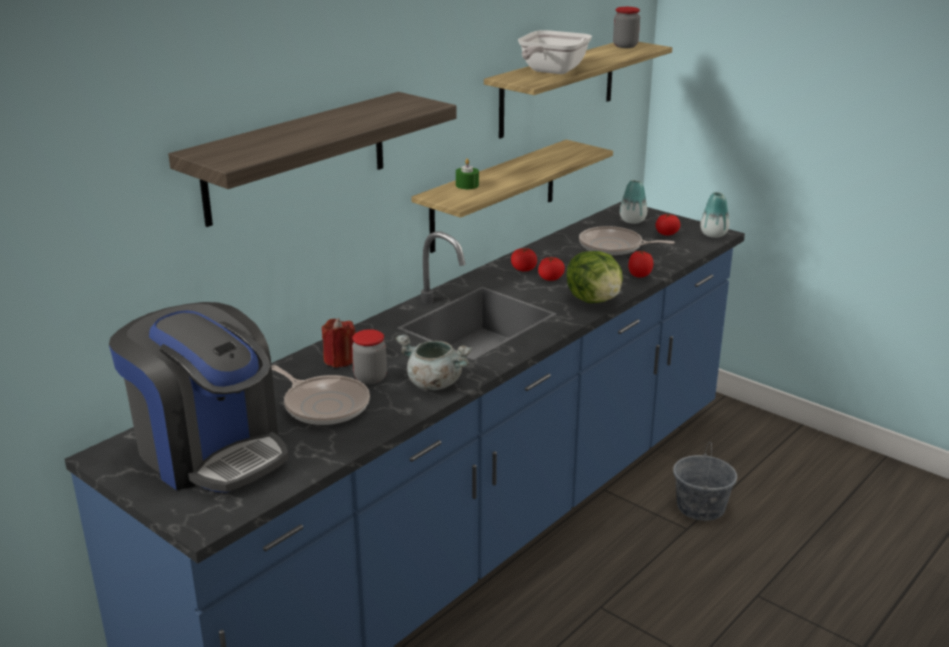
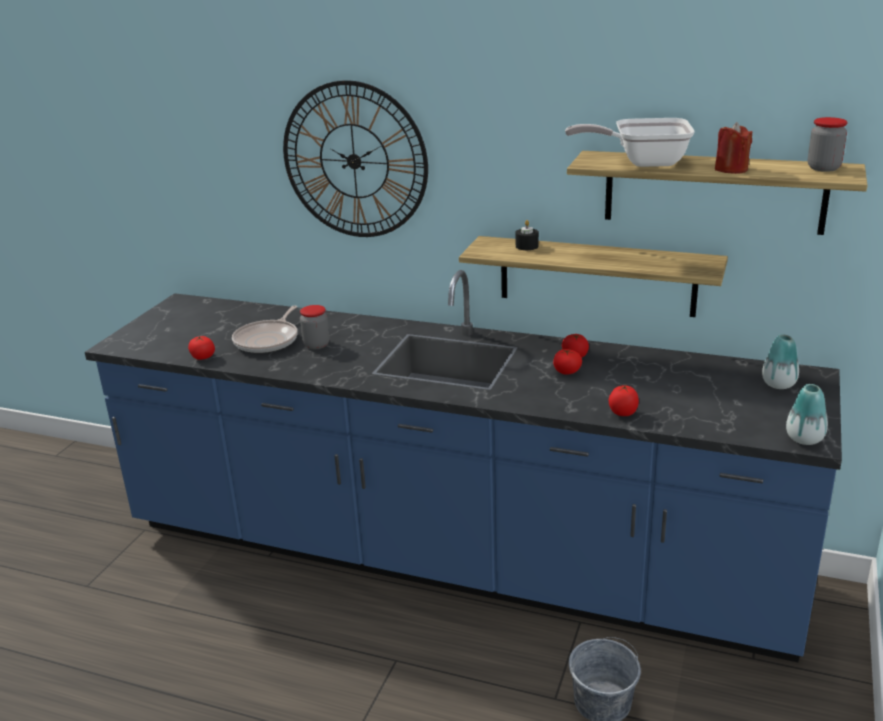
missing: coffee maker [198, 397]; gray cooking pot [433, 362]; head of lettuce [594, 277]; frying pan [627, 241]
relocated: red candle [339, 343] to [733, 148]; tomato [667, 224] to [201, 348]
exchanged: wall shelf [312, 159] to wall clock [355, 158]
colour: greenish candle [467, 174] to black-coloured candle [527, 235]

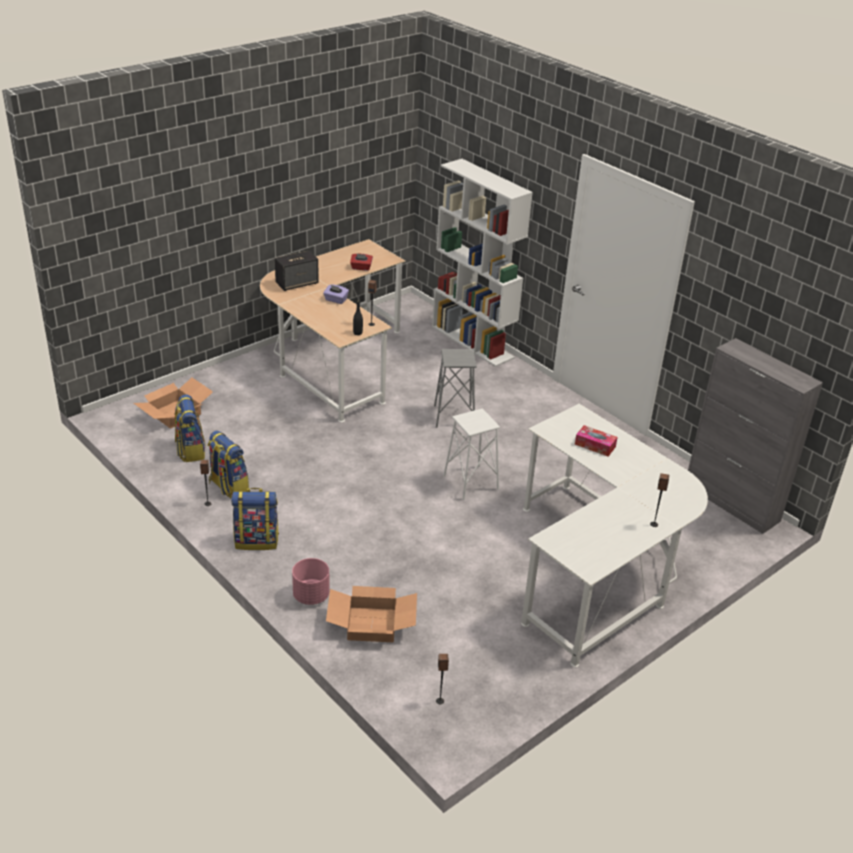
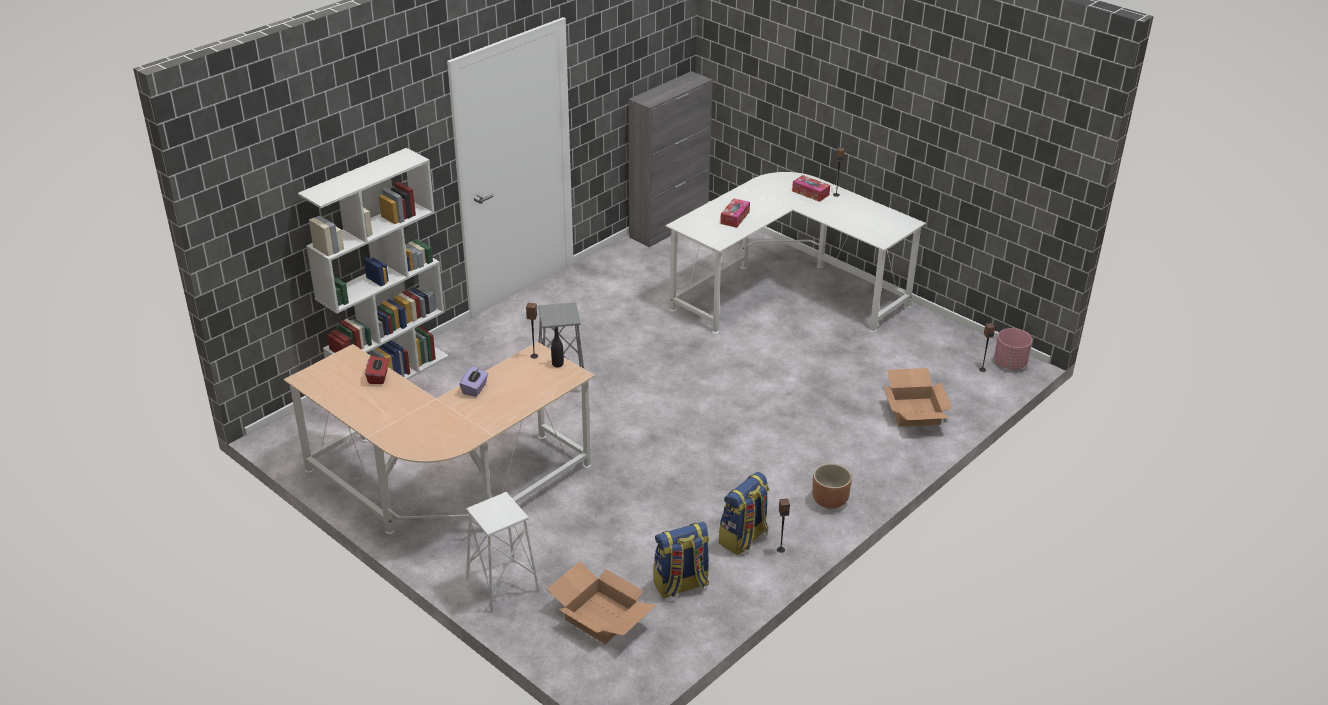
missing: loudspeaker [297, 271]
appeared: box of tissues [811, 188]
relocated: pink-coloured planter [311, 581] to [1013, 348]; white stool seat [471, 454] to [503, 552]
exchanged: rucksack [255, 519] to brown planter [832, 486]

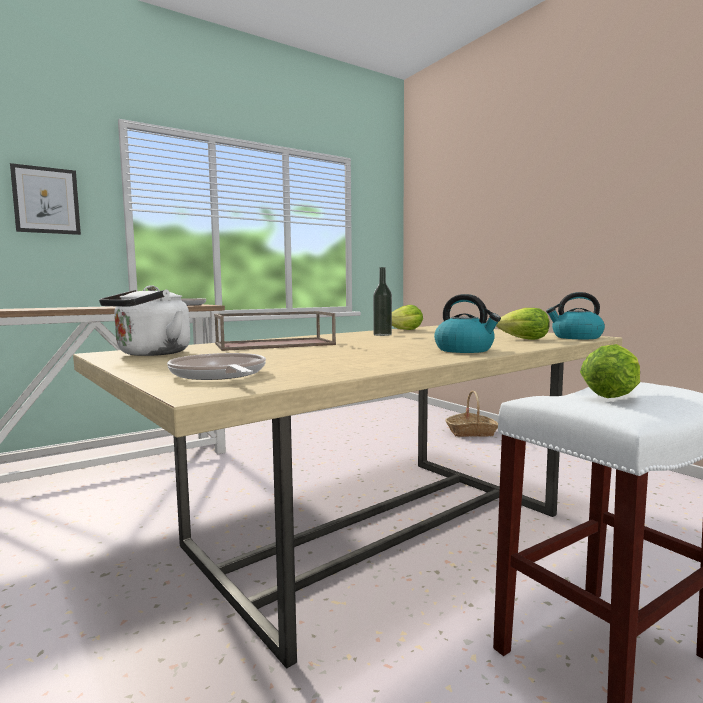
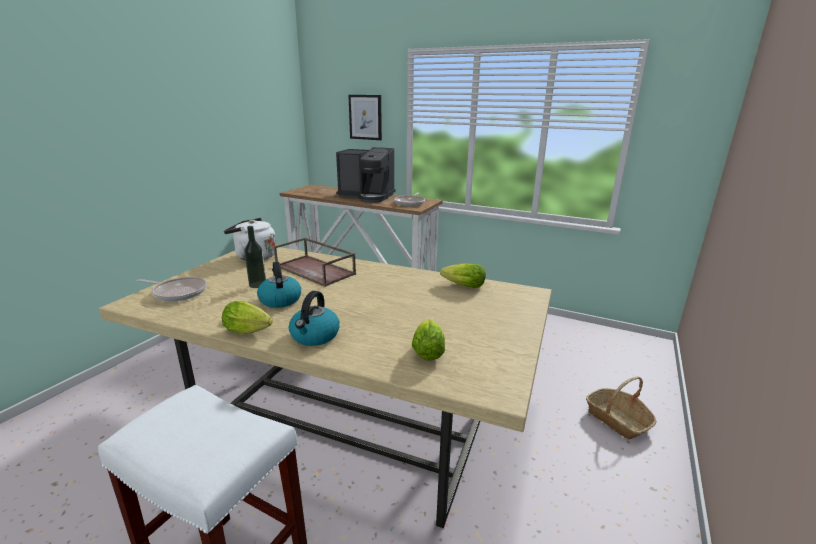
appeared: coffee maker [365, 175]
relocated: bottle [382, 301] to [255, 257]; tea kettle [575, 315] to [279, 284]; head of lettuce [610, 371] to [247, 317]
spun: frying pan [216, 366] = [172, 289] 75 degrees clockwise

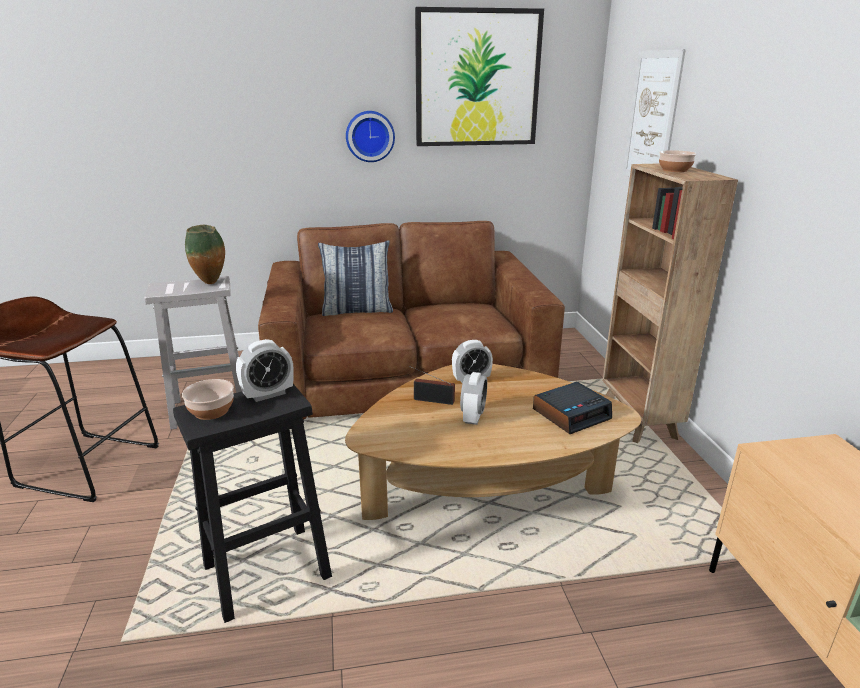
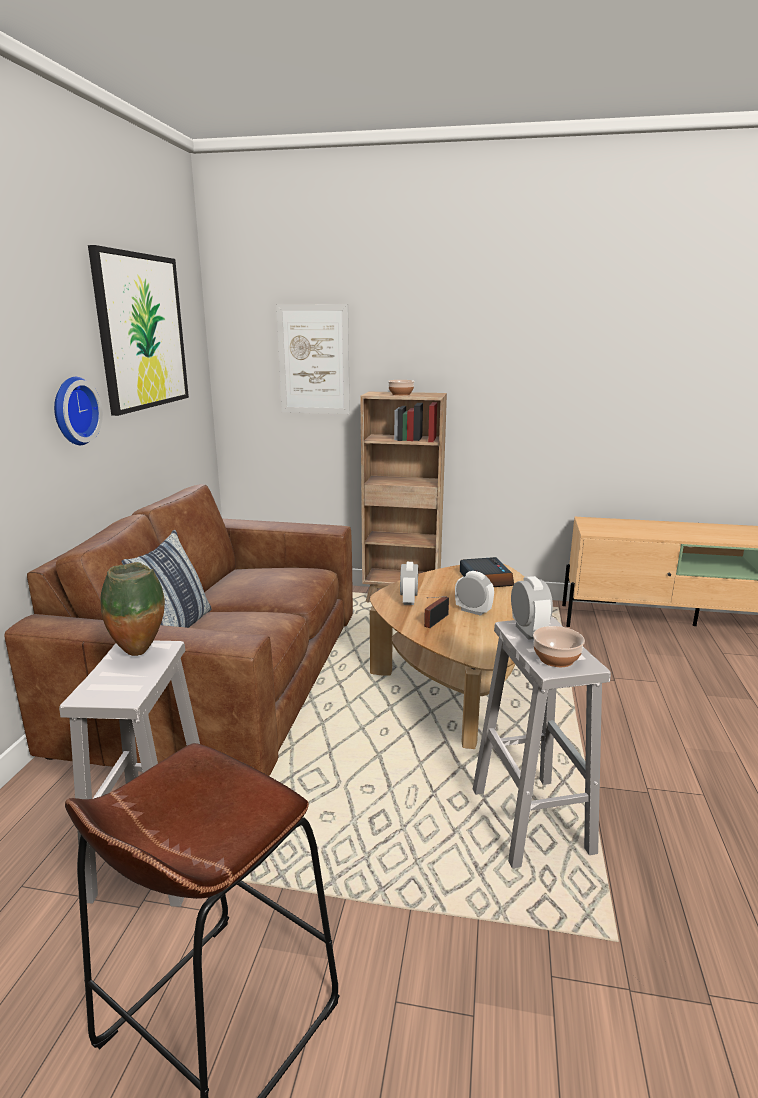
colour: black-coloured stool seat [252, 503] to white stool seat [542, 743]

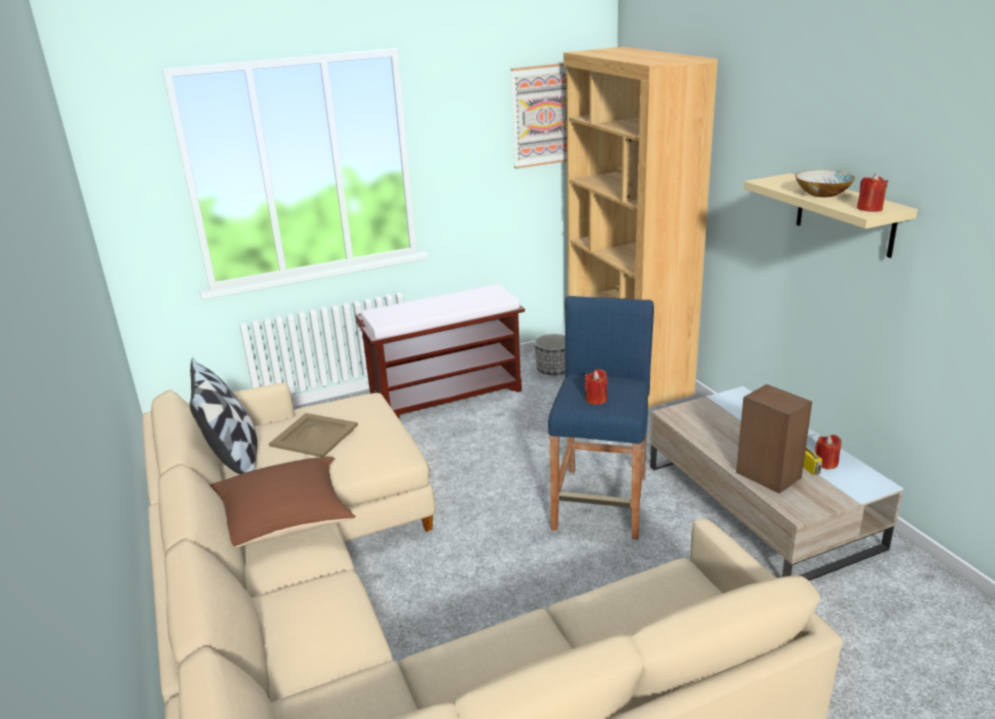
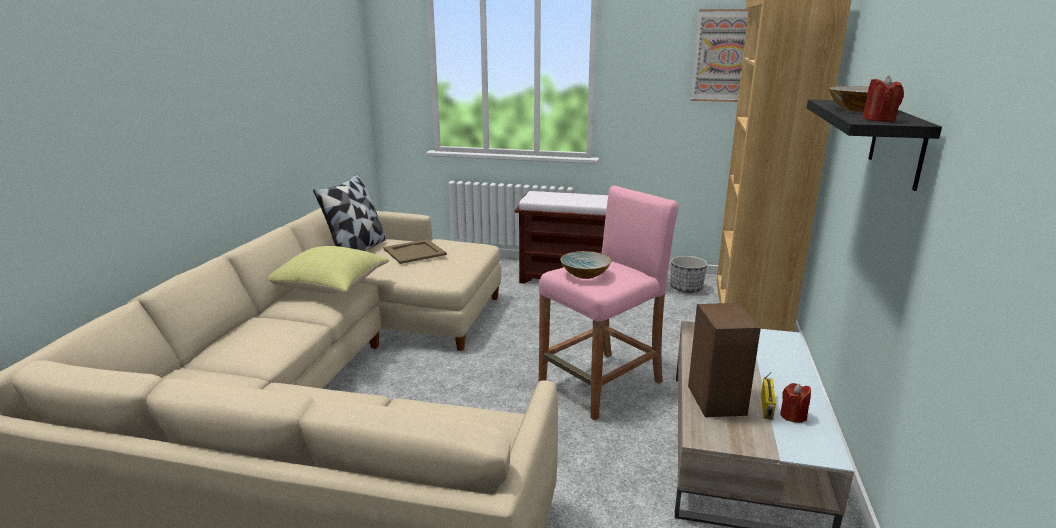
exchanged: red candle [596, 387] to serving bowl [586, 265]
colour: brown pillow [282, 502] to yellowish pillow [328, 269]; blue stool seat [601, 418] to pink-coloured stool seat [608, 303]; beige-coloured wall shelf [831, 215] to black-coloured wall shelf [874, 145]

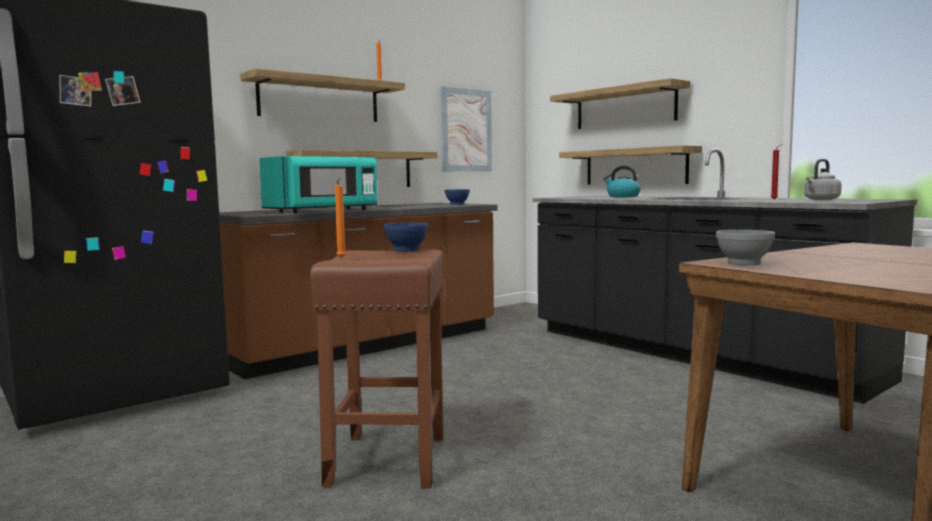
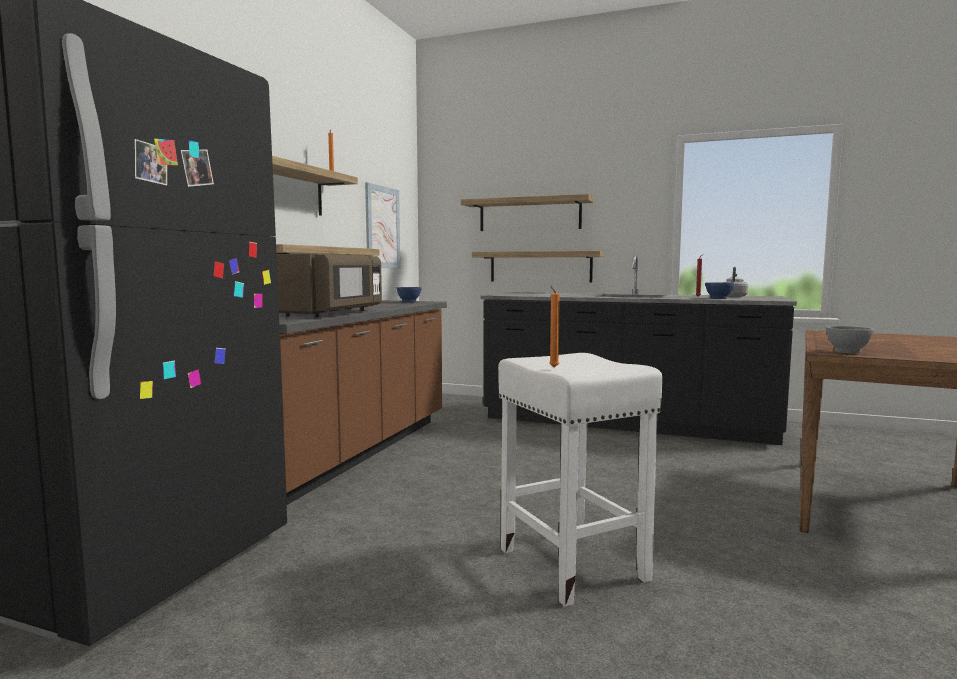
missing: tea kettle [622, 181]
relocated: blue serving bowl [406, 237] to [719, 290]
colour: turquoise-coloured microwave oven [318, 184] to brown microwave oven [329, 286]; brown stool seat [376, 369] to white stool seat [580, 480]

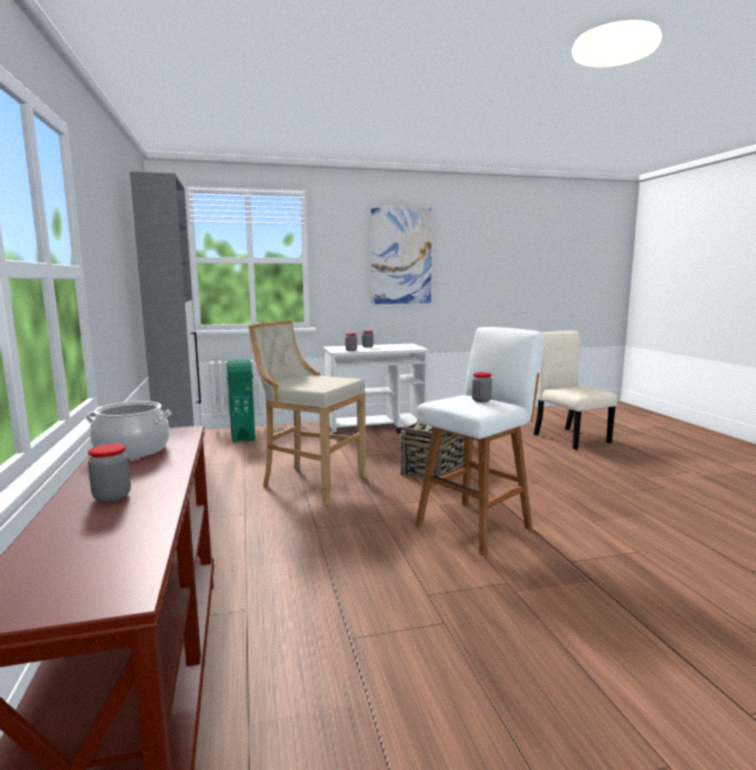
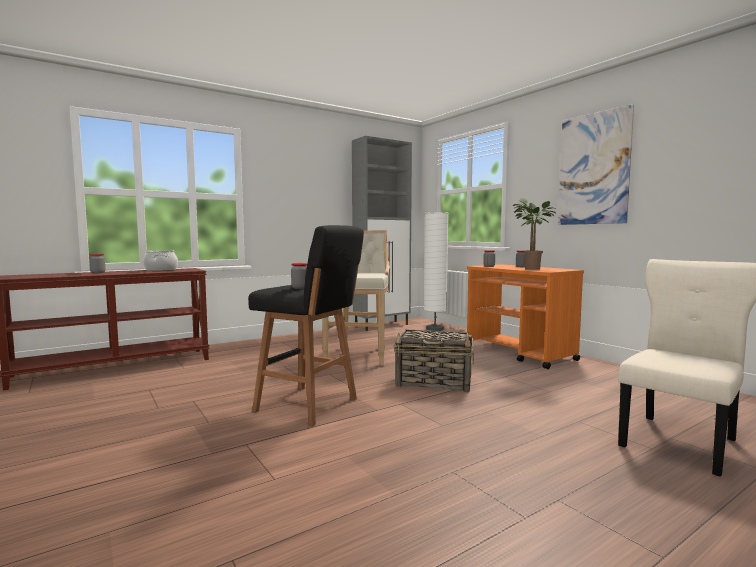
appeared: houseplant [534, 234]
exchanged: greenish trash can [240, 400] to white floor lamp [436, 271]
colour: white cart [376, 389] to orange cart [525, 316]; white stool seat [480, 441] to black-coloured stool seat [306, 326]

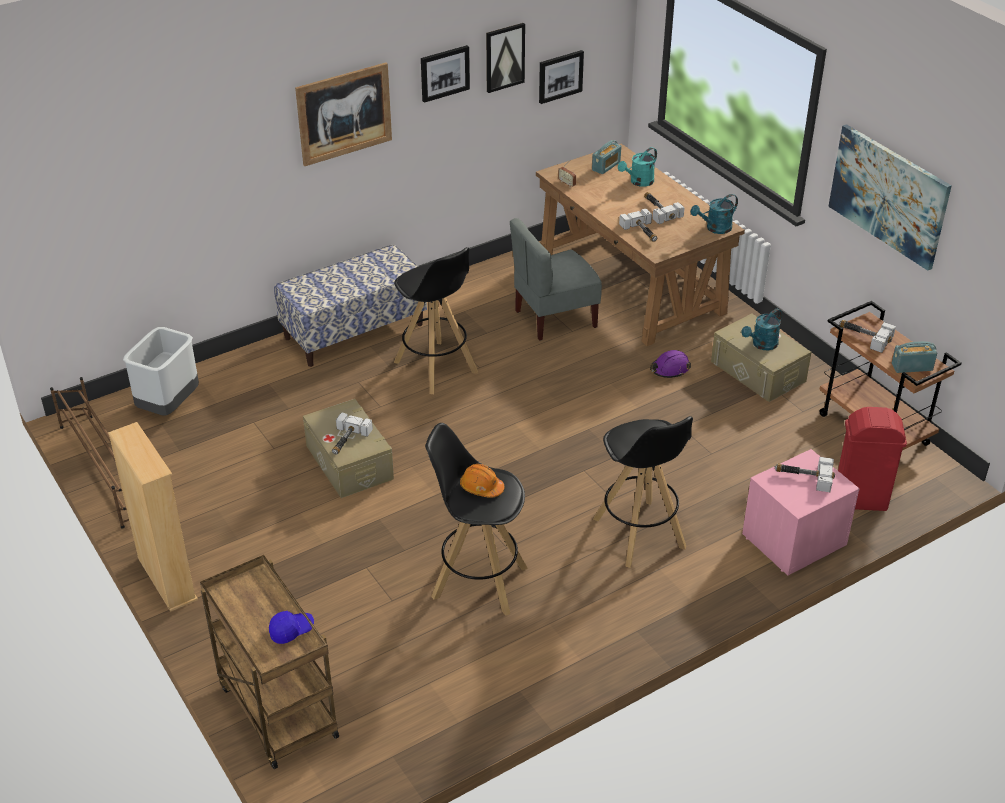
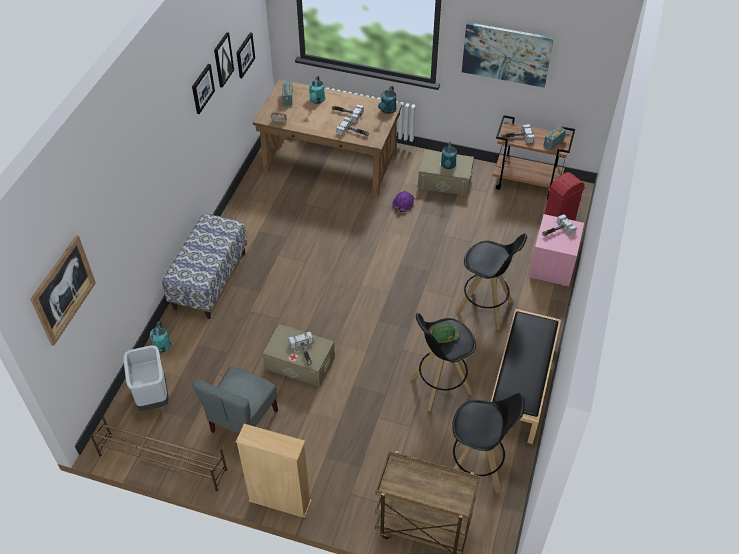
missing: blue peaked cap [291, 627]
appeared: turquoise-coloured sprinkling can [160, 337]; black-coloured bench [526, 376]
relocated: wall art [343, 114] to [63, 290]; black-coloured stool seat [436, 320] to [488, 443]; gray upright chair [556, 279] to [235, 400]
colour: orange safety helmet [482, 481] to greenish safety helmet [445, 333]

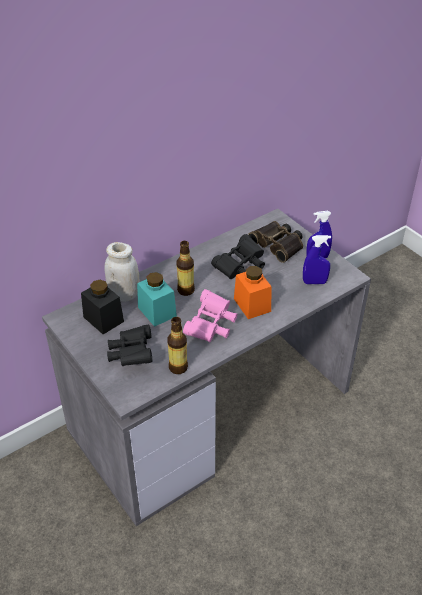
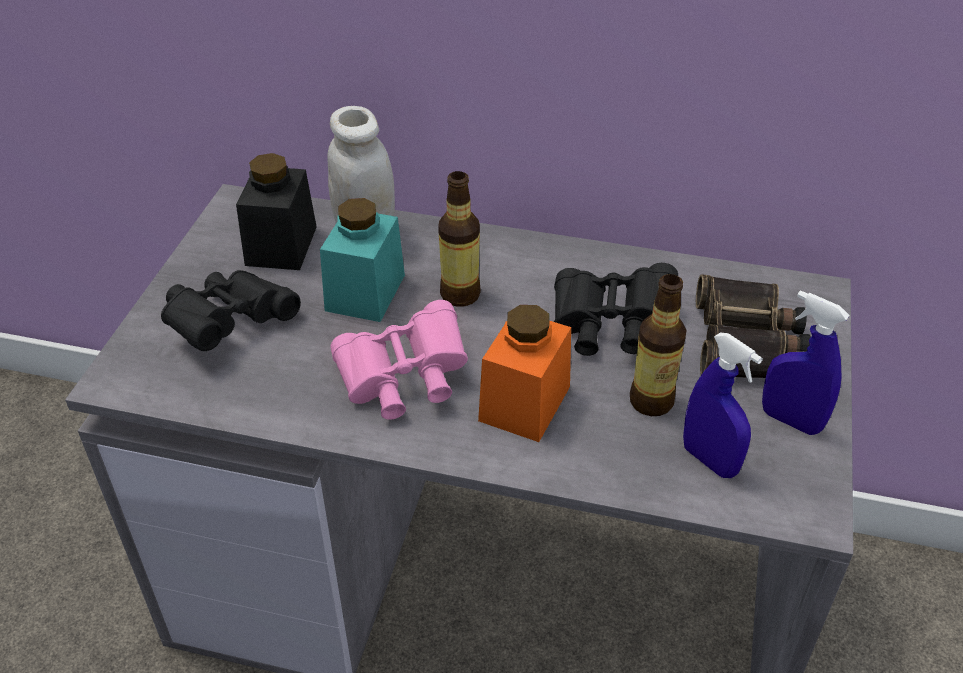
relocated: bottle [177, 345] to [658, 345]

